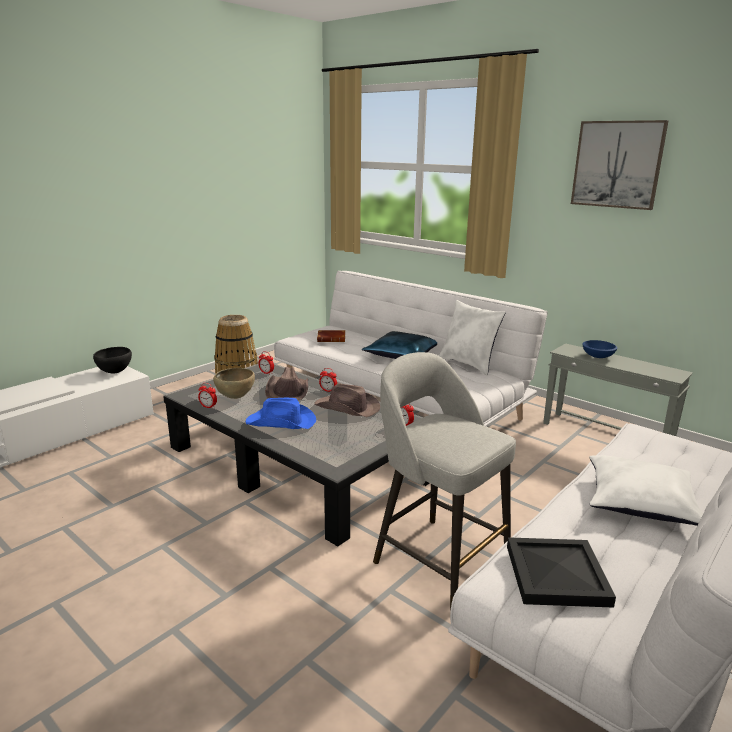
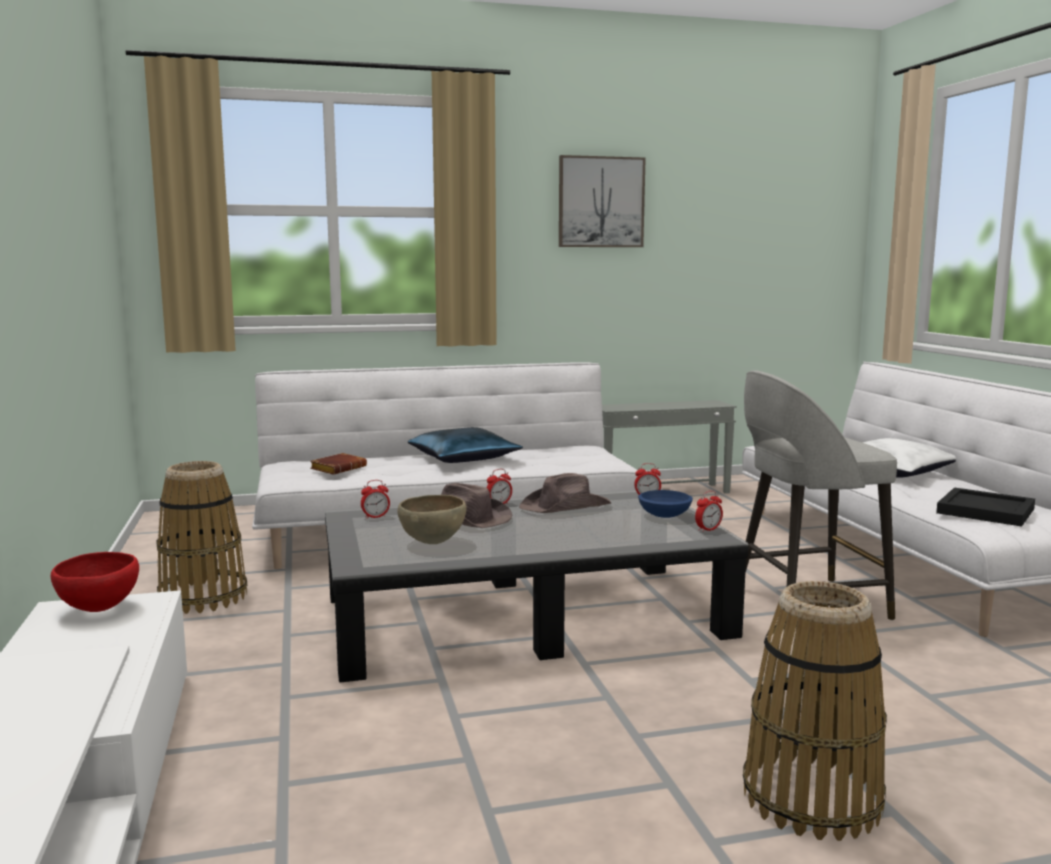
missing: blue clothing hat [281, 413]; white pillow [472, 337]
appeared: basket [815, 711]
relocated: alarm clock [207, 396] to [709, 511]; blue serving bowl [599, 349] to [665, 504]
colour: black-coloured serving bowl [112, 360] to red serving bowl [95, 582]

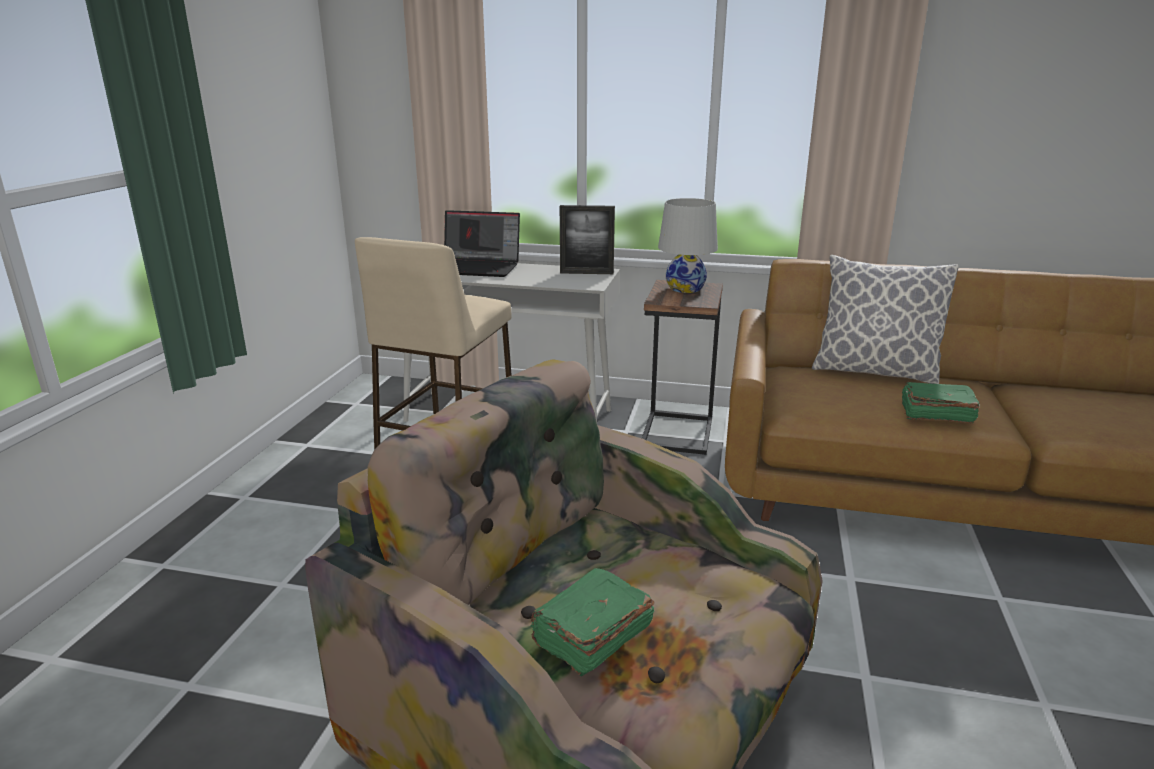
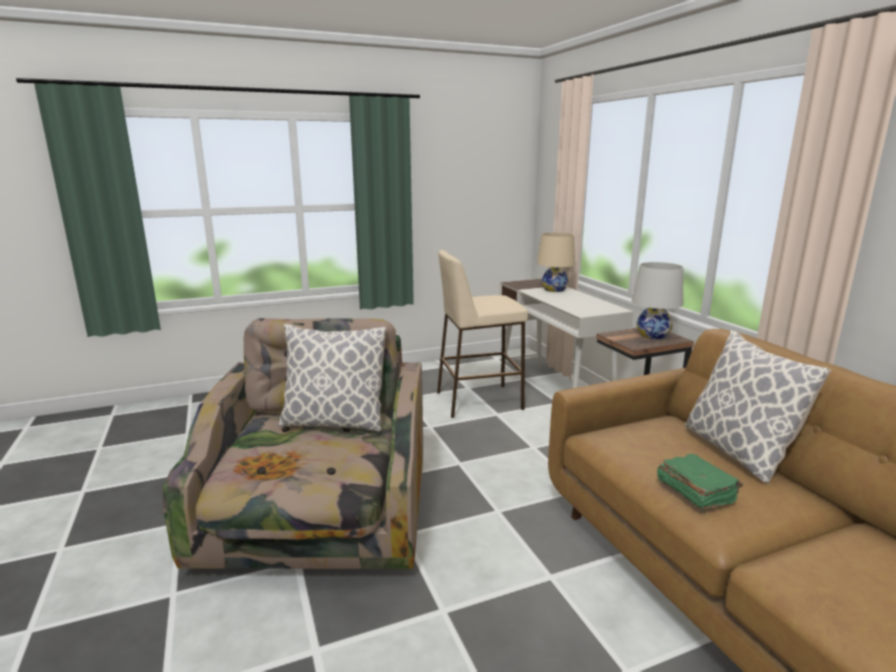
missing: greenish volume [592, 622]; standing frame [587, 239]
appeared: pillow [332, 377]
exchanged: laptop [482, 243] to beige-coloured tabletop lamp [556, 262]

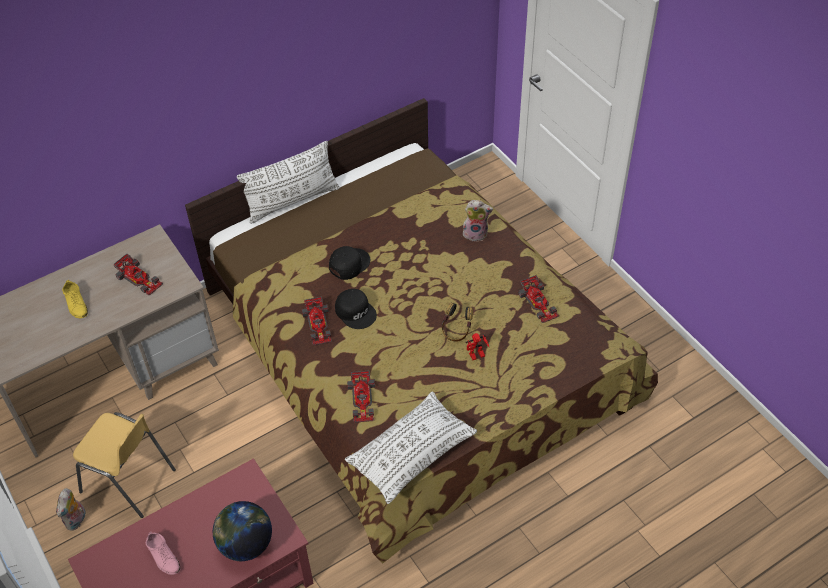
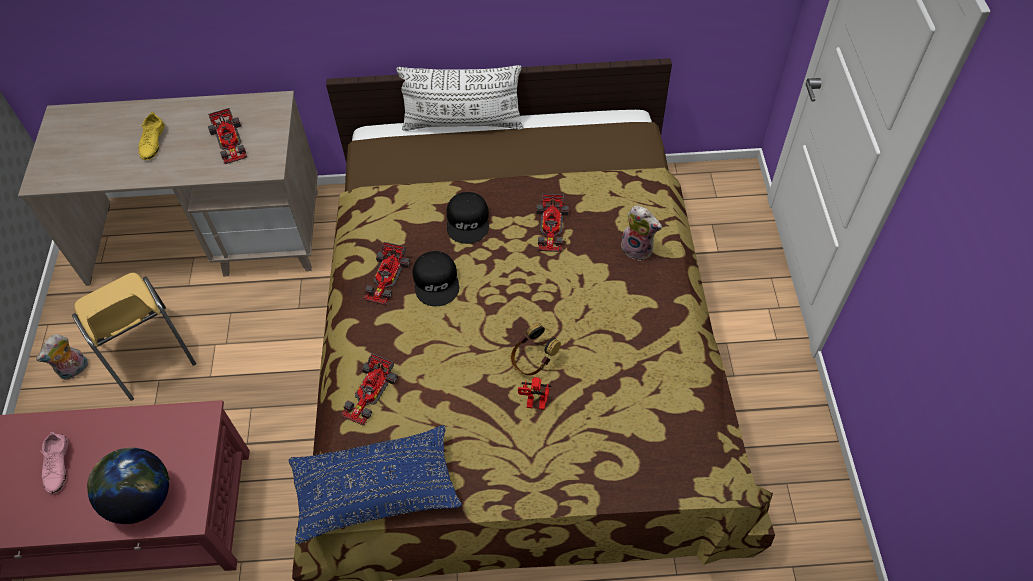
relocated: toy car [538, 299] to [552, 223]
colour: white pillow [411, 448] to blue pillow [375, 484]
spun: black-coloured peaked cap [349, 263] = [467, 218] 105 degrees clockwise

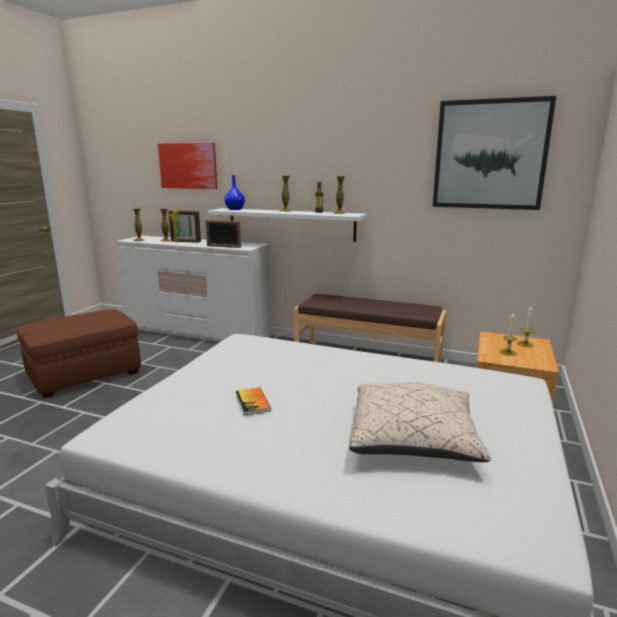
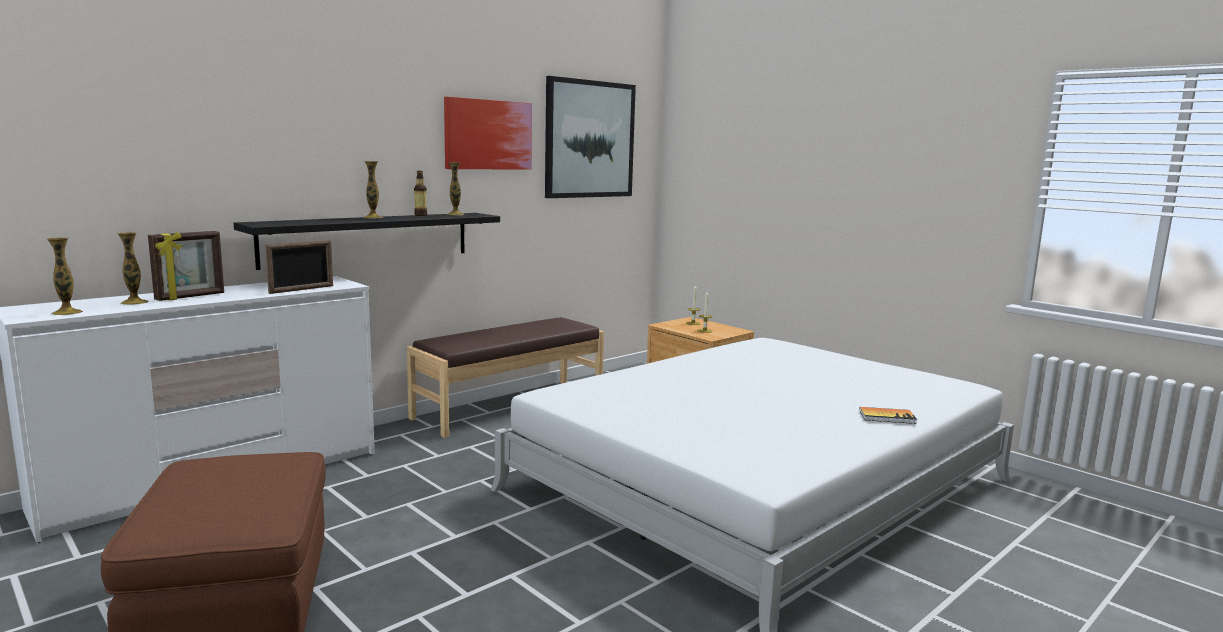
missing: blue vase [234, 192]; beige-coloured pillow [420, 422]
relocated: wall art [187, 166] to [488, 133]; volume [253, 401] to [888, 415]
colour: white wall shelf [287, 225] to black-coloured wall shelf [367, 241]

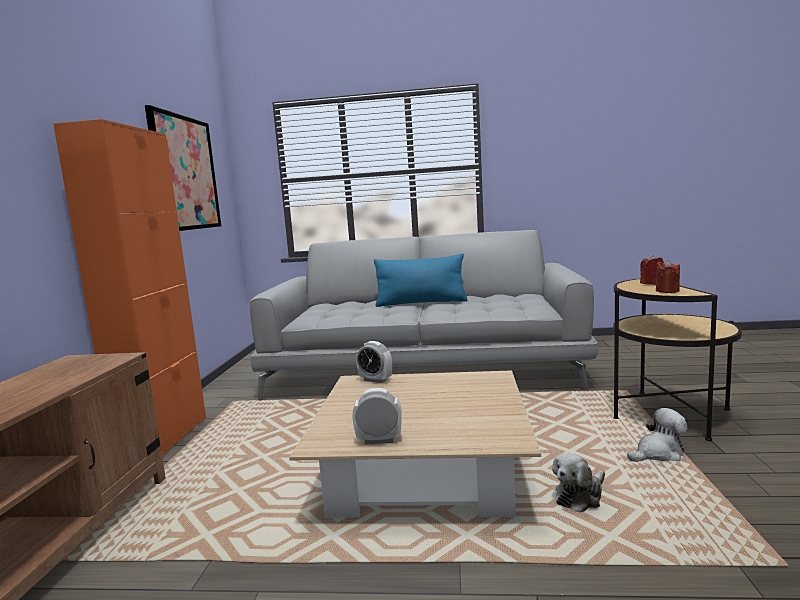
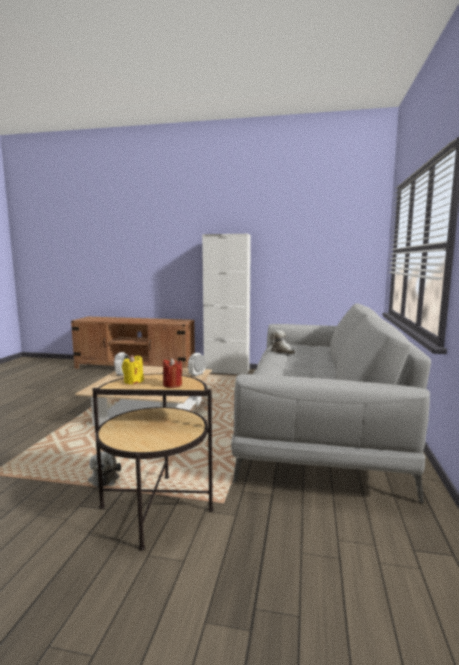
missing: wall art [183, 168]; blue pillow [420, 280]
relocated: cuddly toy [578, 482] to [282, 342]
colour: orange storage cabinet [129, 287] to white storage cabinet [226, 304]; red candle [668, 276] to yellowish candle [133, 369]

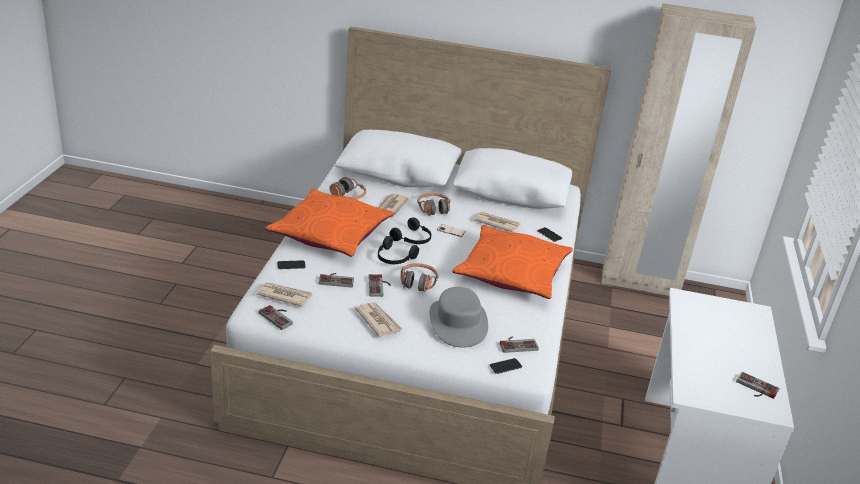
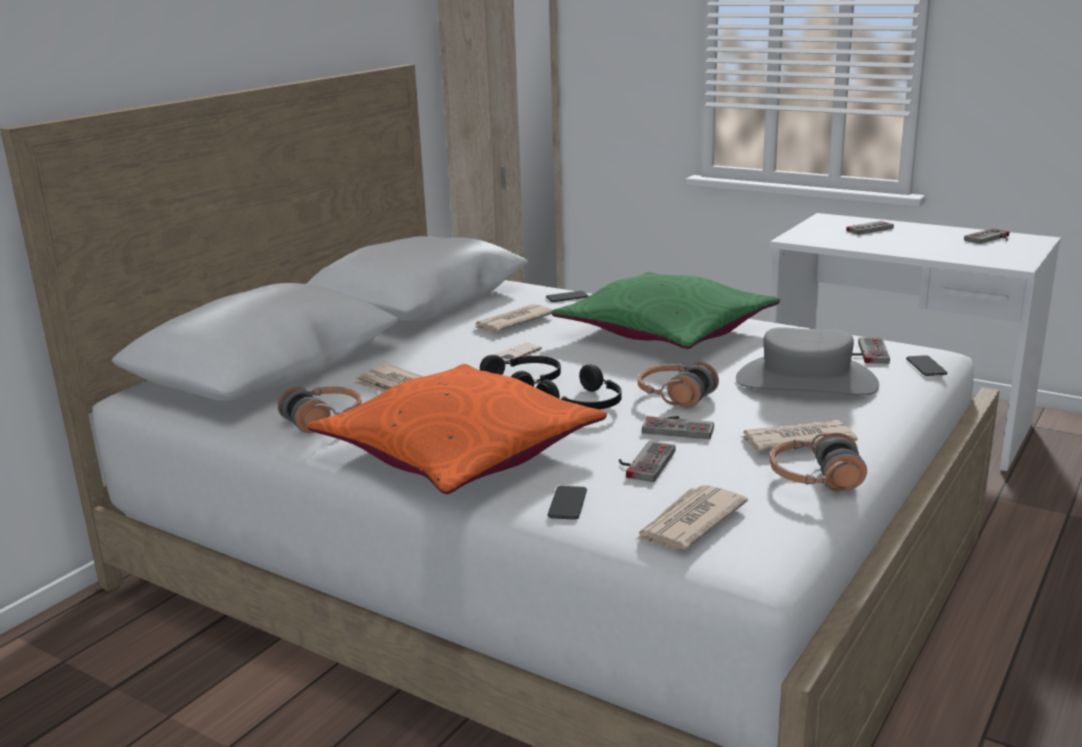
relocated: gamepad [276, 317] to [870, 228]; headset [433, 204] to [818, 462]
colour: orange pillow [512, 262] to greenish pillow [665, 310]

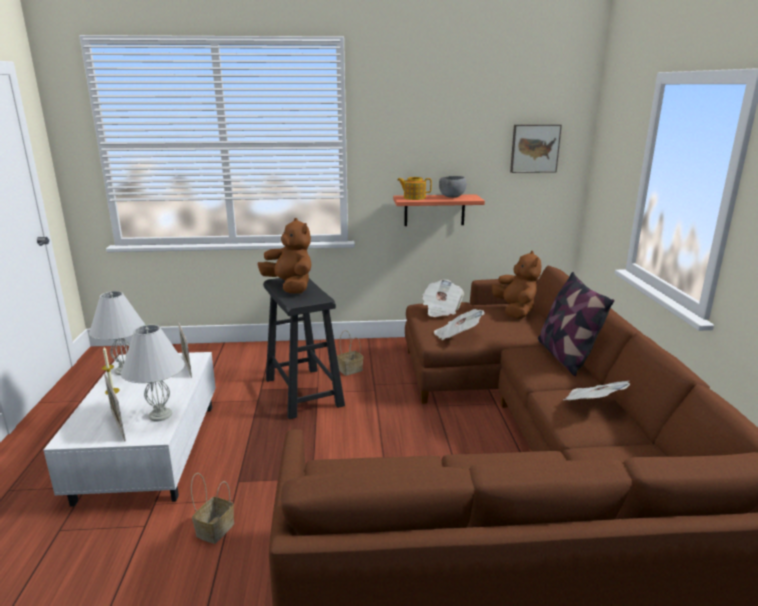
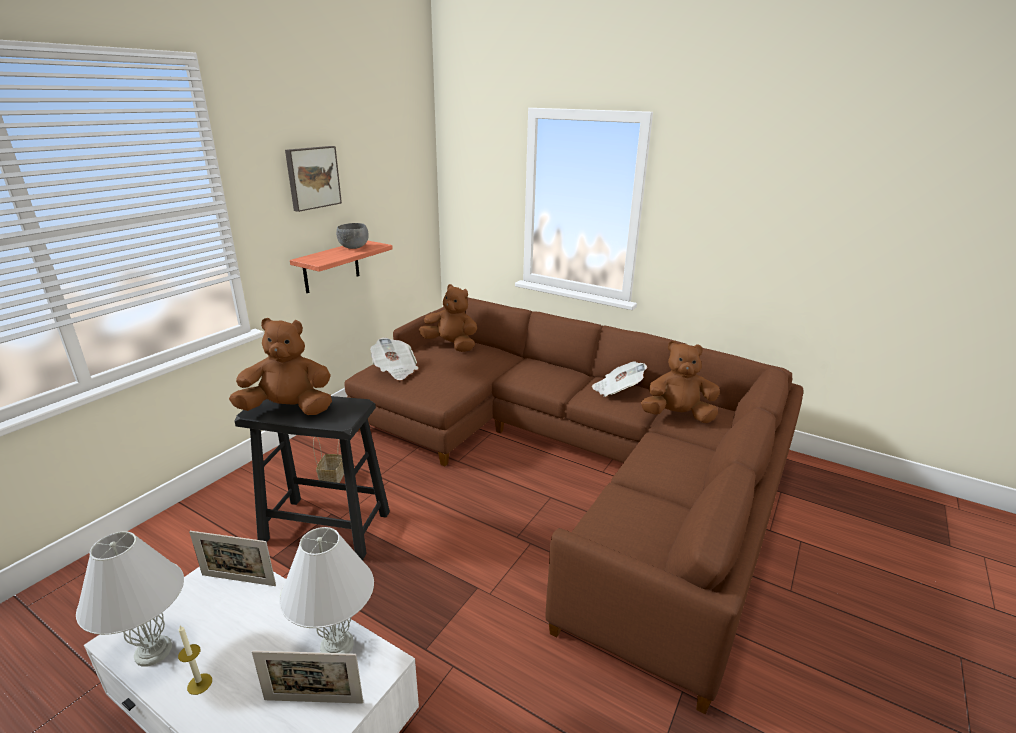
missing: basket [212, 508]; teapot [414, 188]; printed paper [459, 324]; pillow [576, 324]
appeared: brown cuddly toy [680, 382]
relocated: wall art [536, 148] to [313, 179]

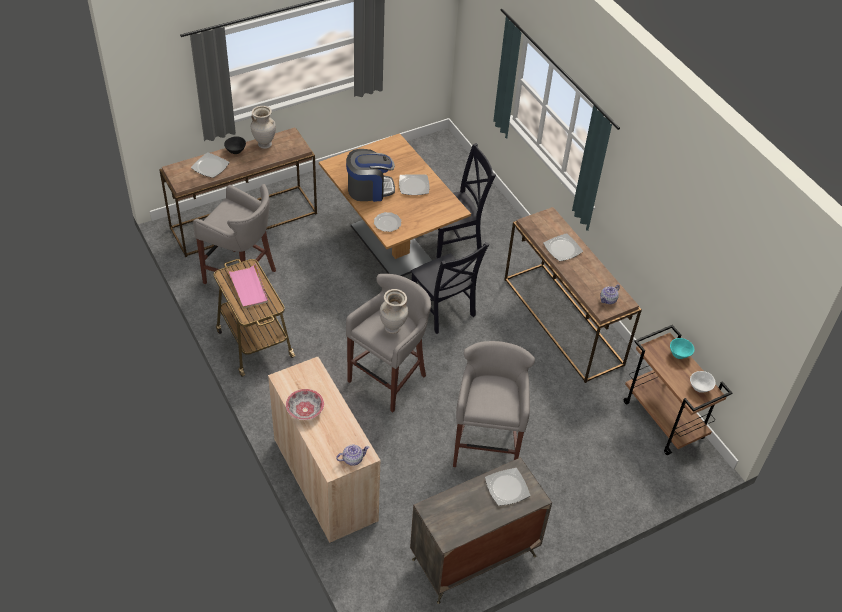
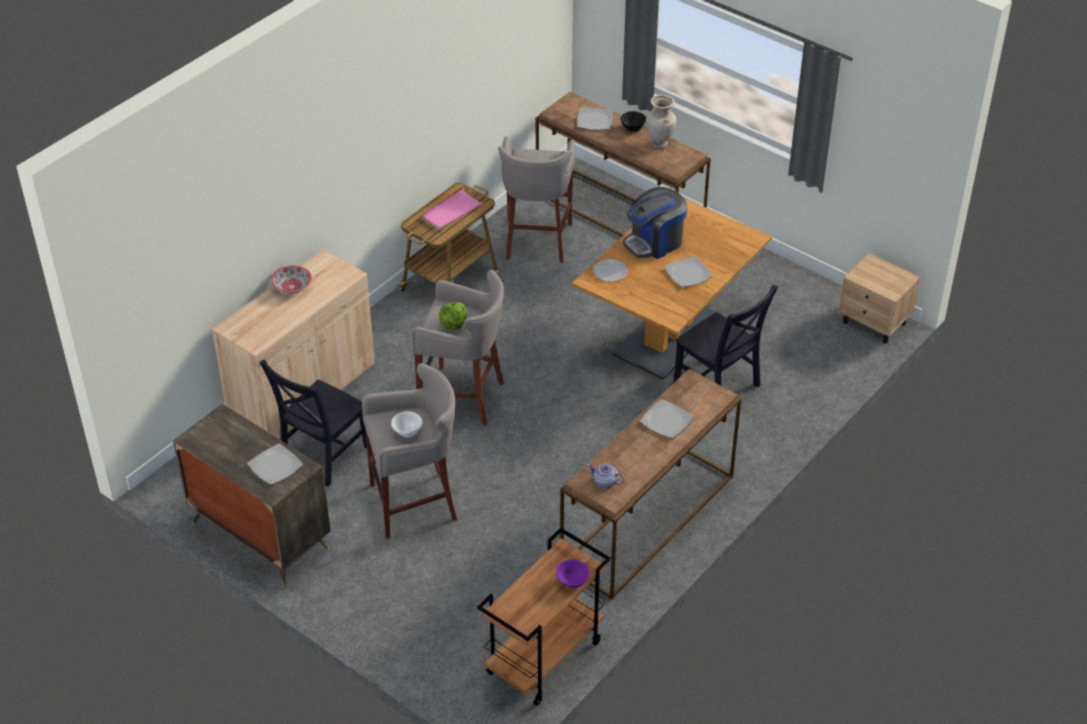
missing: teapot [352, 455]
appeared: beige-coloured nightstand [879, 298]
relocated: black-coloured upright chair [450, 288] to [313, 423]; white serving bowl [702, 382] to [406, 424]
exchanged: beige-coloured vase [394, 311] to head of lettuce [453, 316]
colour: turquoise-coloured serving bowl [682, 348] to purple-coloured serving bowl [572, 573]
spun: coffee maker [370, 175] = [655, 223] 90 degrees clockwise

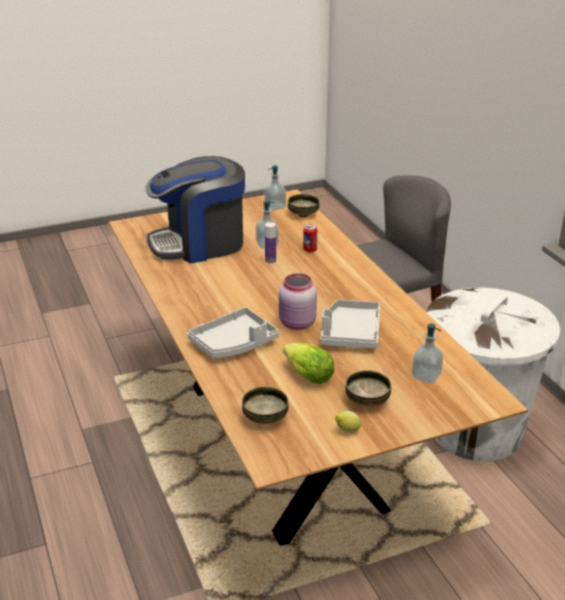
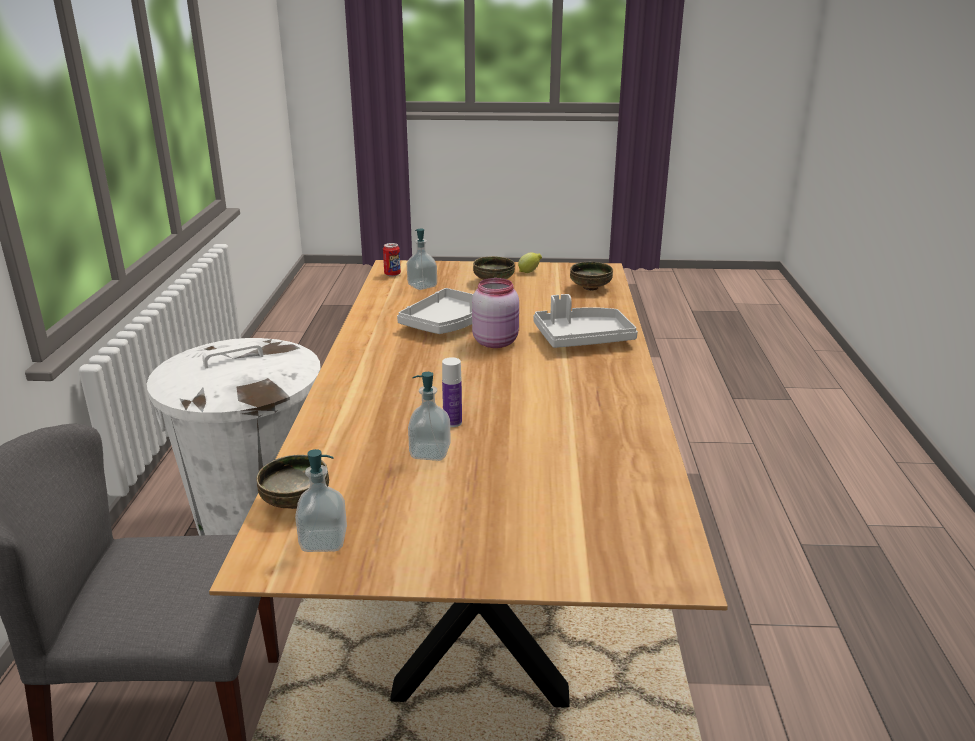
missing: coffee maker [195, 210]; head of lettuce [308, 363]
relocated: sealed can [310, 238] to [392, 260]

